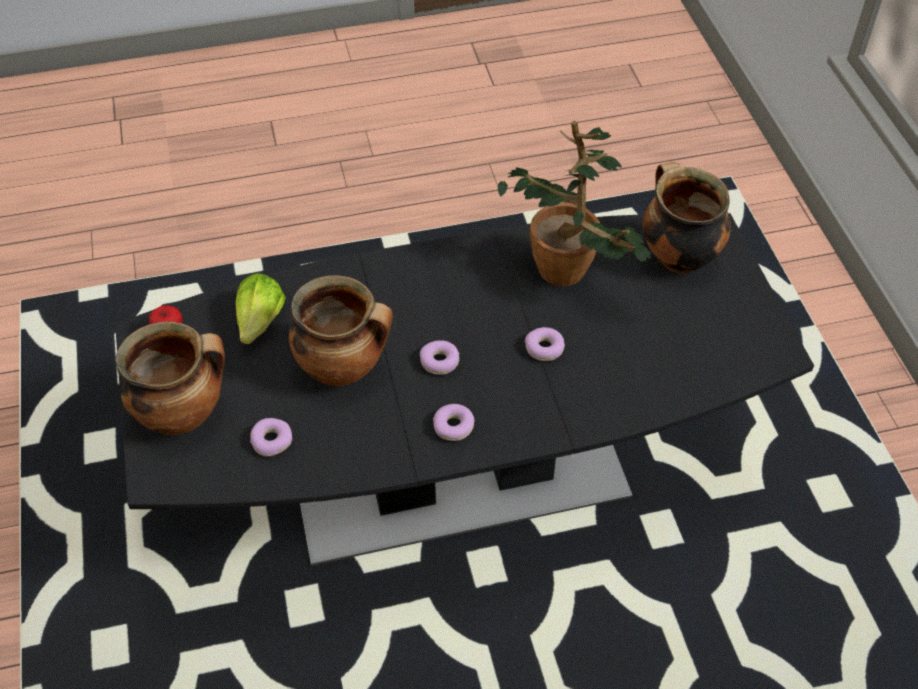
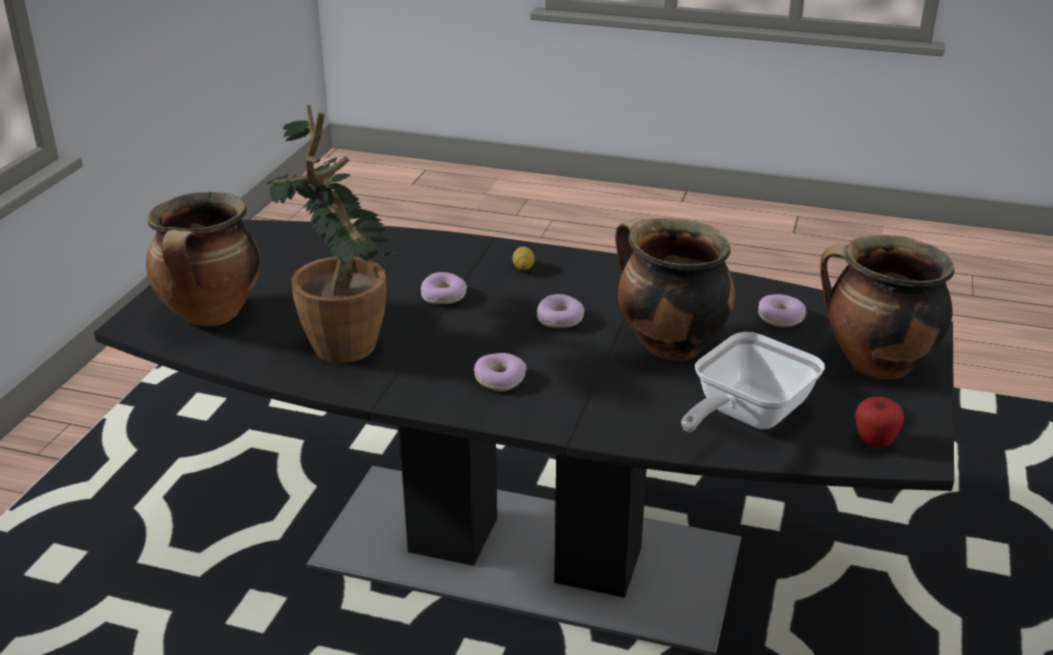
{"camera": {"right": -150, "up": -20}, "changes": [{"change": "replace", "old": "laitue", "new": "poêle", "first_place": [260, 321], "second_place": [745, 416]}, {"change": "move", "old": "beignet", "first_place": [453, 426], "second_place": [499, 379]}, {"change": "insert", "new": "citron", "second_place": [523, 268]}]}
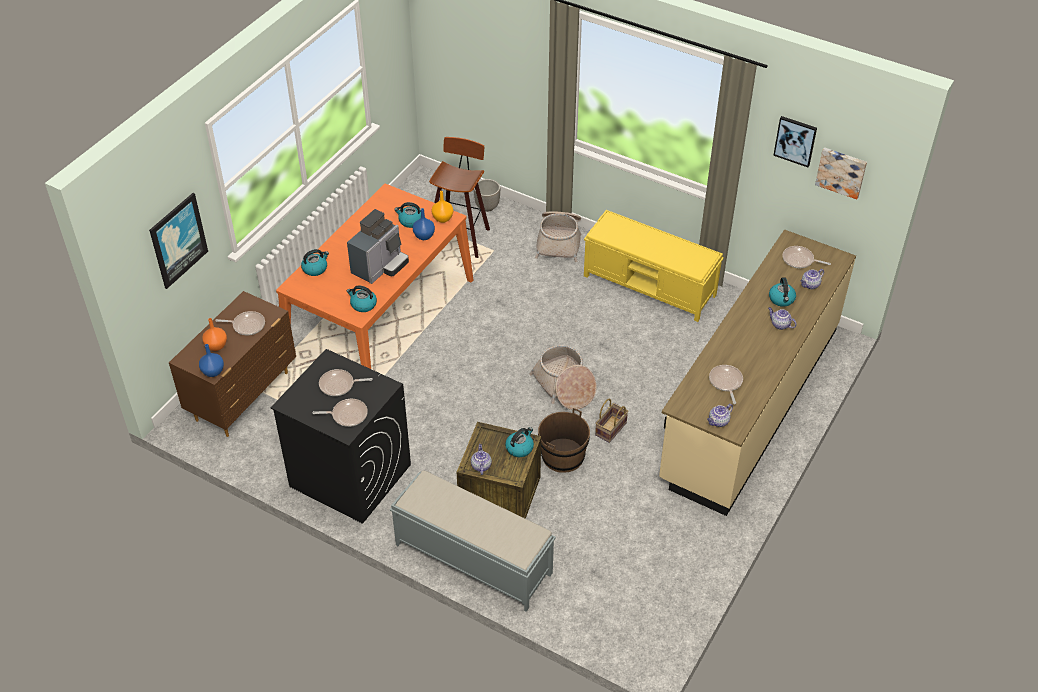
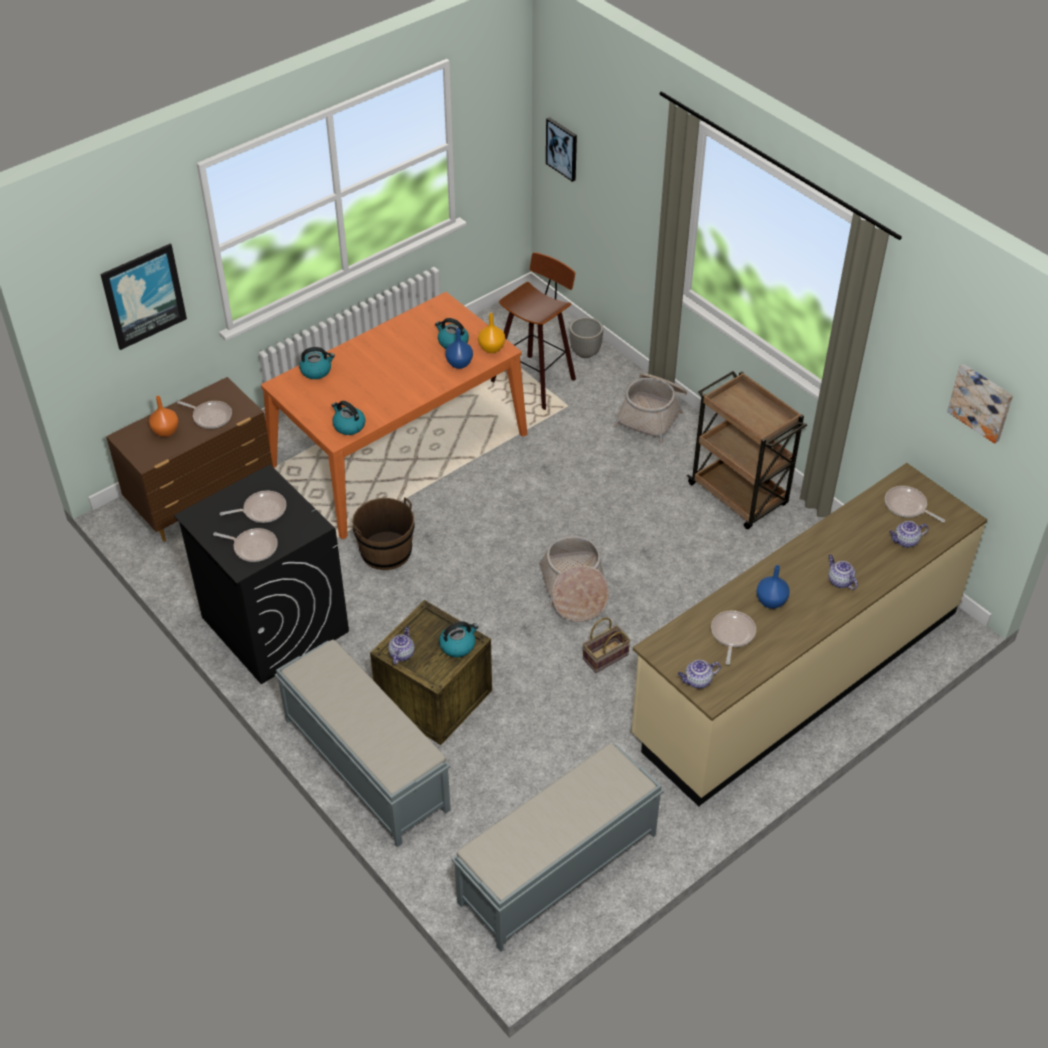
{"camera": {"right": 20, "up": 0}, "changes": [{"change": "move", "old": "tableau", "first_place": [795, 140], "second_place": [562, 148]}, {"change": "delete", "old": "machine à café", "first_place": [380, 266]}, {"change": "replace", "old": "banc/jaune", "new": "chariot/marron", "first_place": [650, 286], "second_place": [739, 496]}, {"change": "delete", "old": "bouilloire", "first_place": [781, 299]}, {"change": "move", "old": "vase/bleu", "first_place": [213, 372], "second_place": [771, 602]}, {"change": "rotate", "old": "poêle", "first_place": [339, 385], "second_place": [262, 510], "degrees": 150}, {"change": "move", "old": "seau/marron", "first_place": [562, 456], "second_place": [386, 551]}, {"change": "insert", "new": "banc/gris", "second_place": [556, 869]}]}
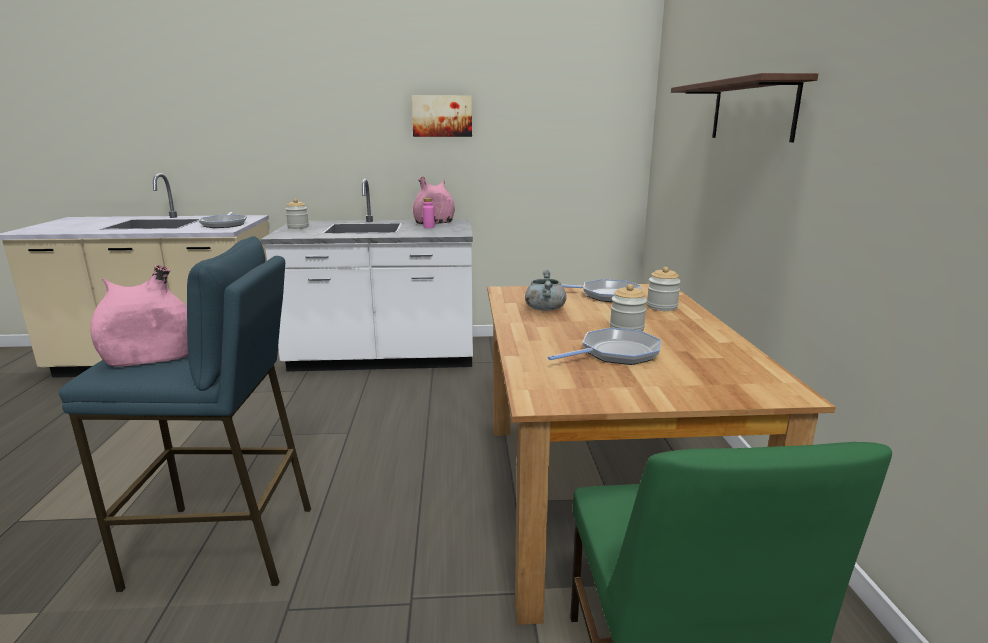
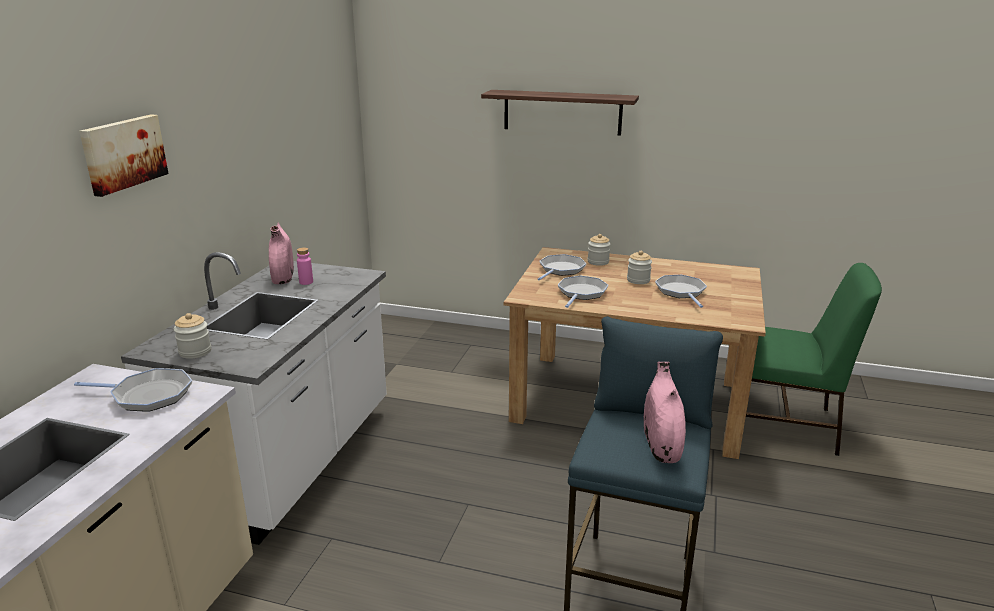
{"camera": {"right": -70, "up": 5}, "changes": [{"change": "move", "old": "tableau", "first_place": [442, 116], "second_place": [123, 153]}, {"change": "replace", "old": "marmite/gris", "new": "poêle", "first_place": [544, 308], "second_place": [581, 293]}]}
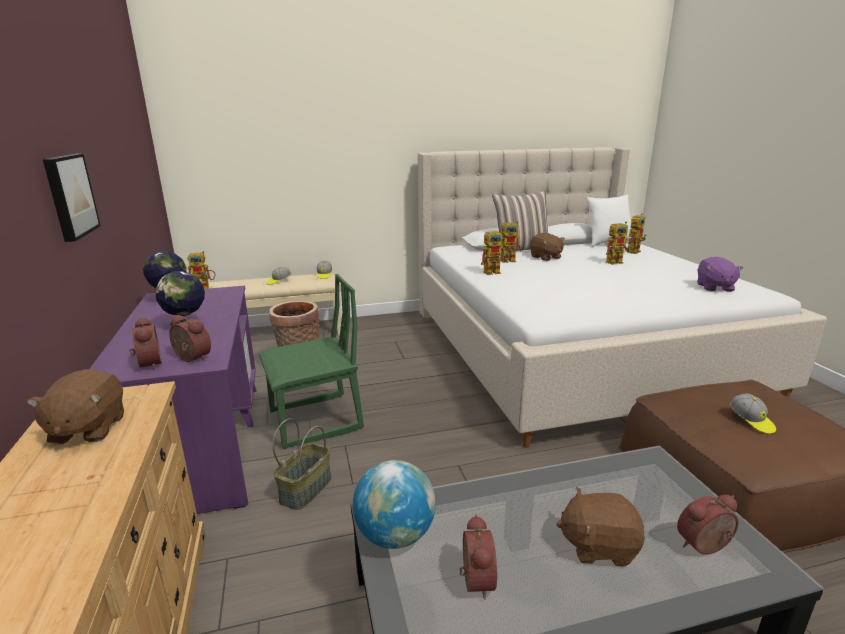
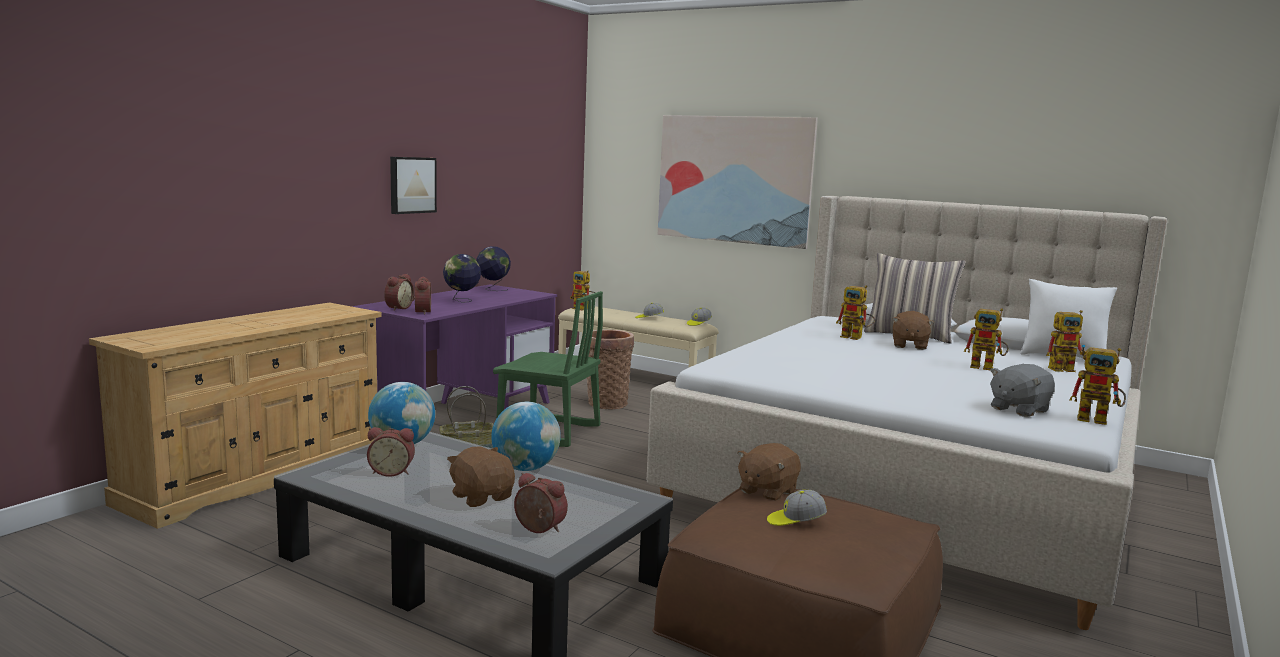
{"camera": {"right": 45, "up": -10}, "changes": [{"change": "move", "old": "robot jouet", "first_place": [494, 272], "second_place": [1099, 420]}, {"change": "recolor", "old": "peluche/violet", "new": "peluche/gris", "first_place": [714, 287], "second_place": [1018, 409]}, {"change": "move", "old": "peluche/marron", "first_place": [87, 429], "second_place": [767, 491]}, {"change": "rotate", "old": "casquette", "first_place": [751, 421], "second_place": [795, 521], "degrees": 60}, {"change": "rotate", "old": "réveil", "first_place": [474, 580], "second_place": [392, 472], "degrees": 45}, {"change": "insert", "new": "tableau", "second_place": [734, 179]}, {"change": "insert", "new": "globe", "second_place": [525, 468]}]}
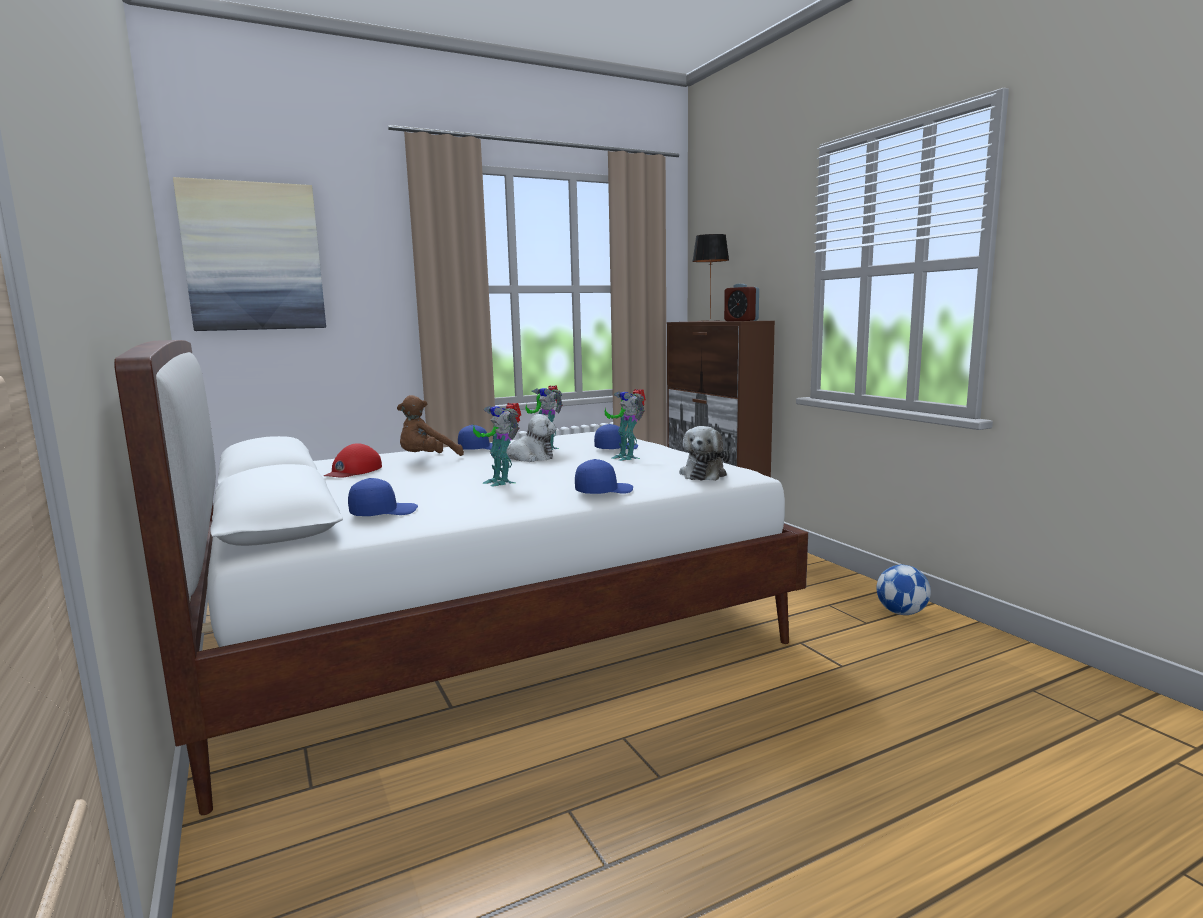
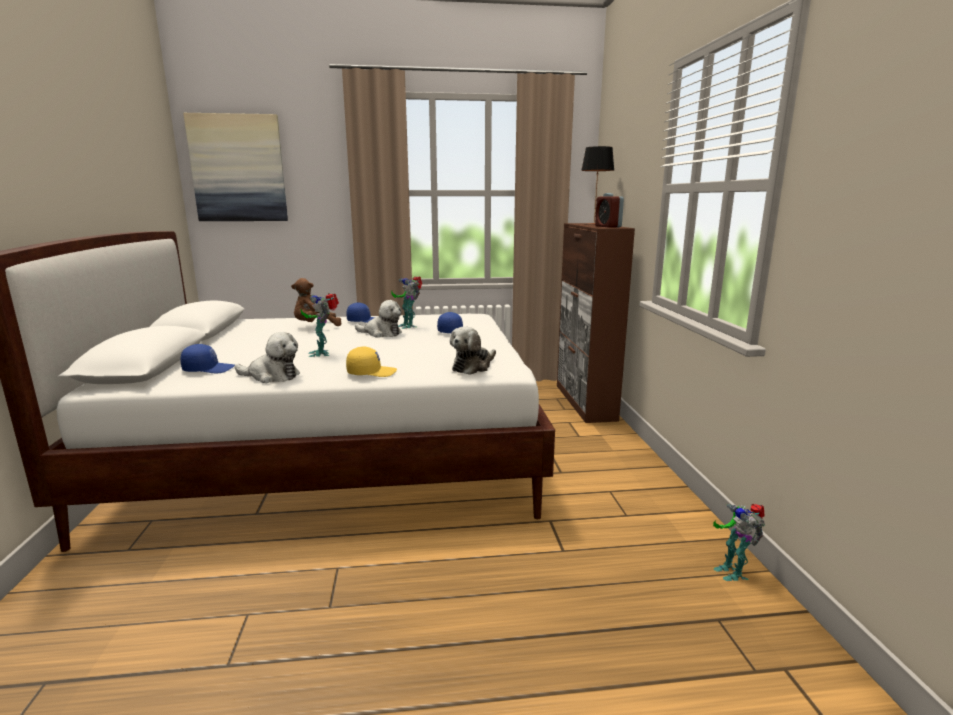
{"camera": {"right": 20, "up": 5}, "changes": [{"change": "move", "old": "robot jouet", "first_place": [627, 457], "second_place": [732, 571]}, {"change": "delete", "old": "casquette/rouge", "first_place": [353, 471]}, {"change": "recolor", "old": "casquette/bleu", "new": "casquette/jaune", "first_place": [603, 491], "second_place": [371, 372]}, {"change": "delete", "old": "ballon de foot", "first_place": [901, 613]}, {"change": "insert", "new": "peluche", "second_place": [272, 376]}]}
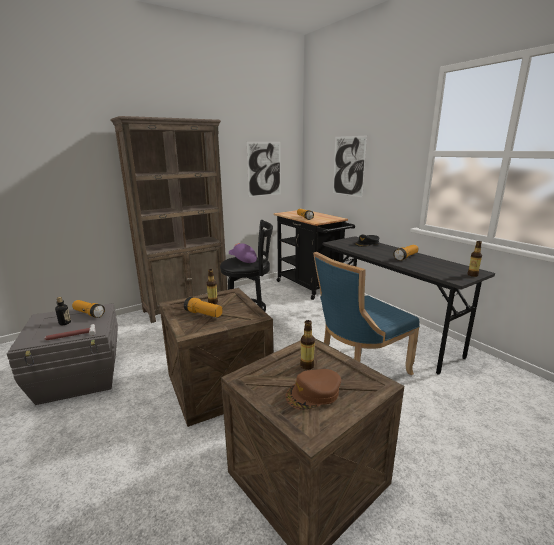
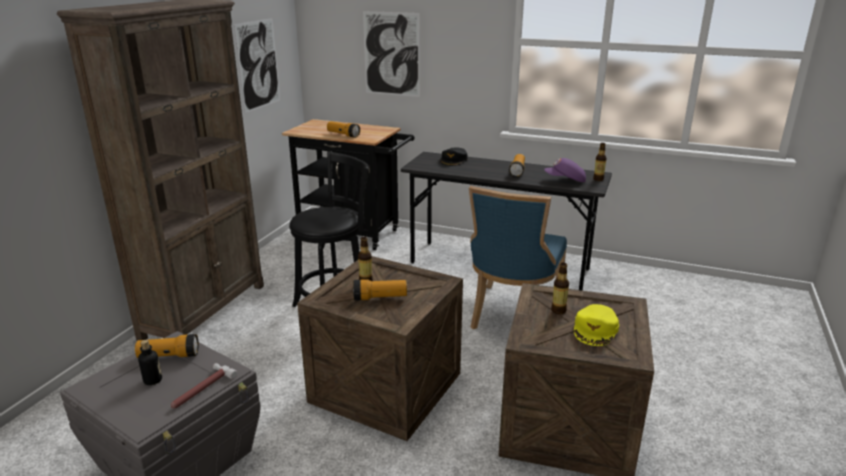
{"camera": {"right": -35, "up": 5}, "changes": [{"change": "move", "old": "casquette/violet", "first_place": [242, 260], "second_place": [565, 180]}, {"change": "recolor", "old": "casquette/marron", "new": "casquette/jaune", "first_place": [313, 393], "second_place": [595, 330]}]}
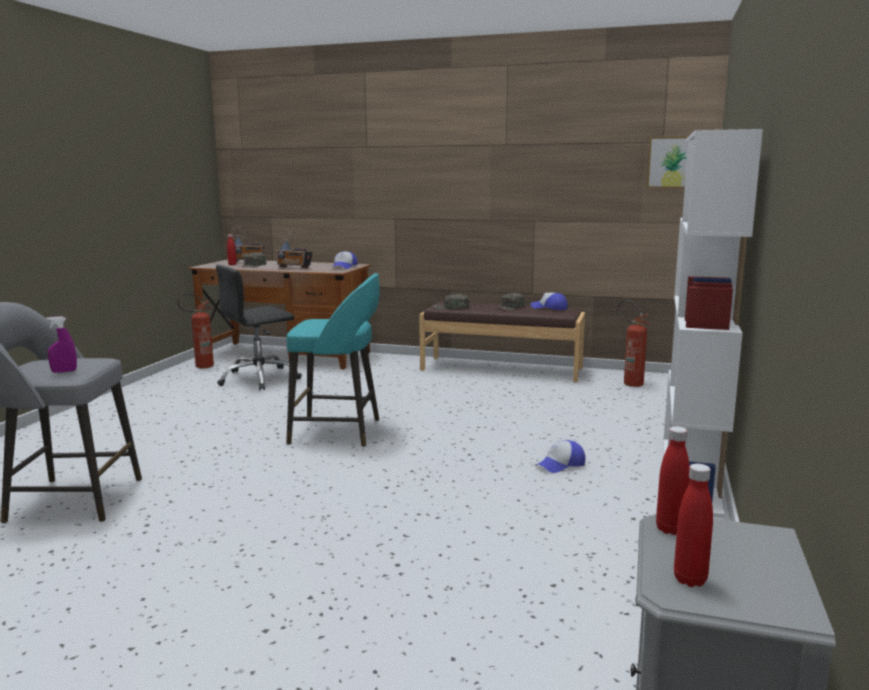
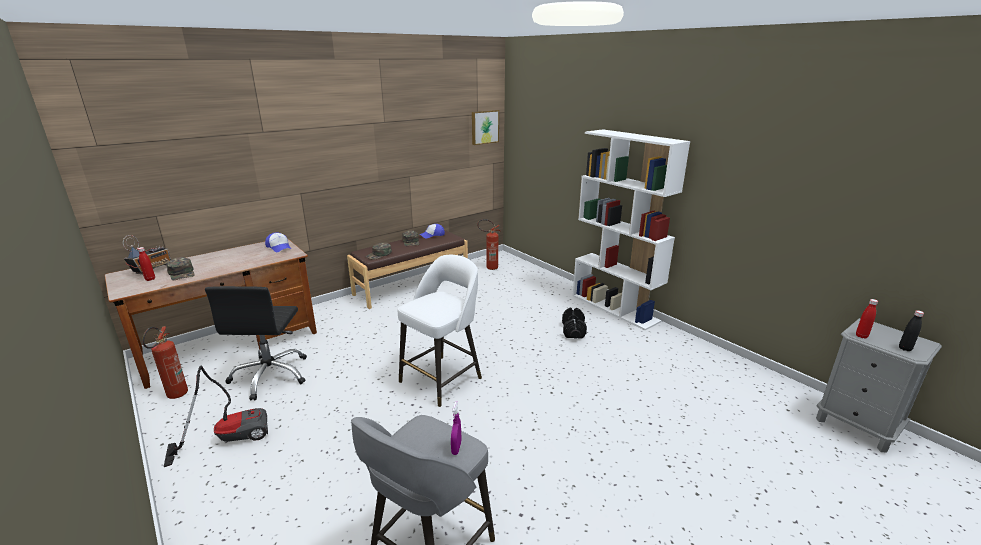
{"camera": {"right": -55, "up": 10}, "changes": [{"change": "delete", "old": "radio", "first_place": [294, 268]}, {"change": "recolor", "old": "tabouret/turquoise", "new": "tabouret/blanc", "first_place": [338, 431], "second_place": [442, 379]}, {"change": "replace", "old": "casquette", "new": "haltère/noir", "first_place": [561, 464], "second_place": [573, 331]}, {"change": "recolor", "old": "bouteille/rouge", "new": "bouteille/noir", "first_place": [690, 580], "second_place": [905, 348]}, {"change": "insert", "new": "aspirateur", "second_place": [229, 436]}]}
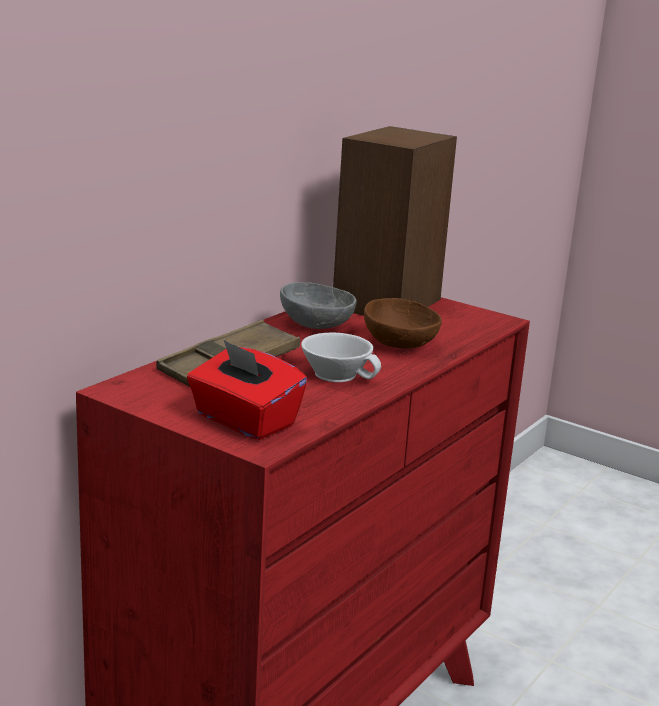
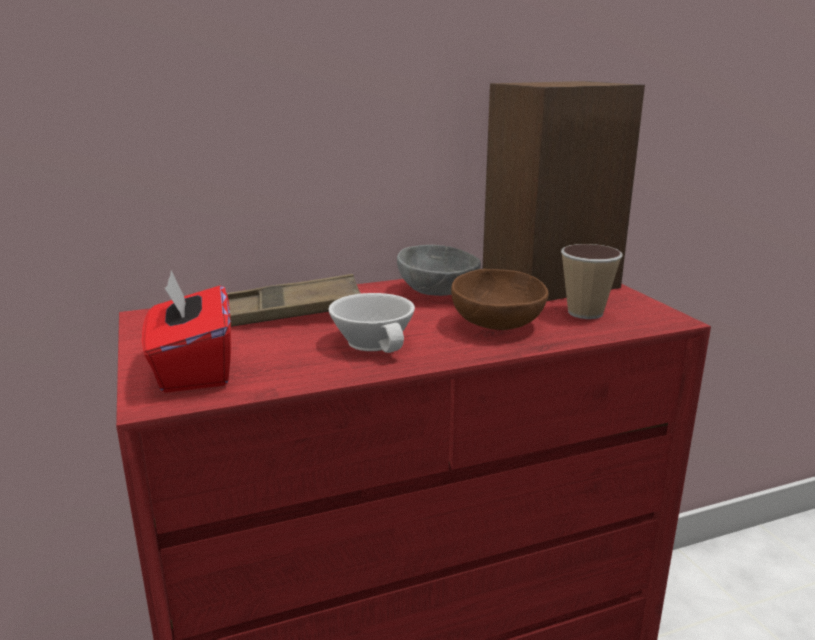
{"camera": {"right": 35, "up": 0}, "changes": [{"change": "insert", "new": "tasse", "second_place": [585, 313]}]}
